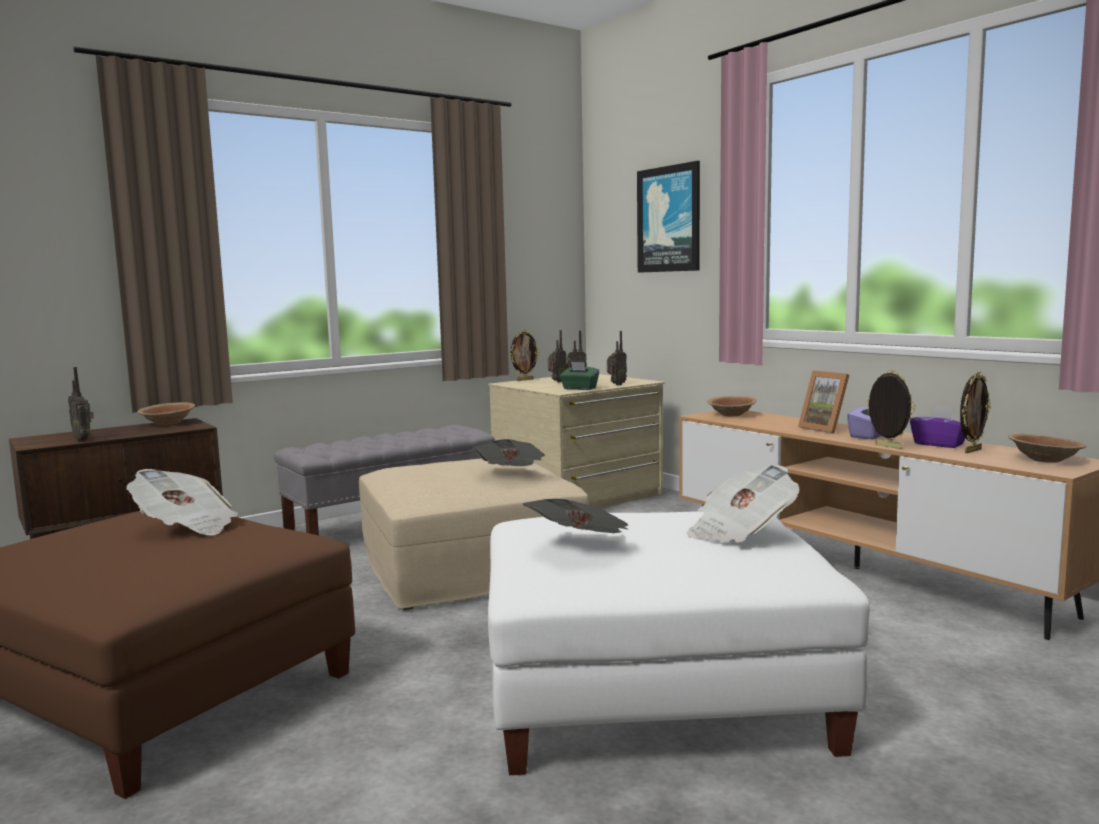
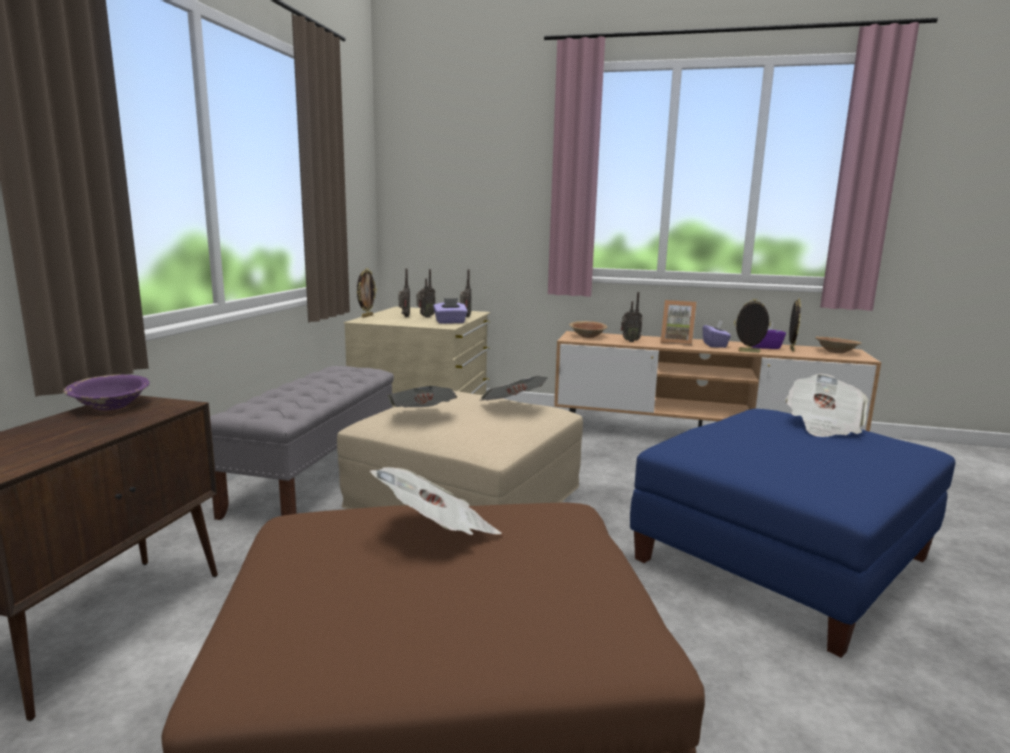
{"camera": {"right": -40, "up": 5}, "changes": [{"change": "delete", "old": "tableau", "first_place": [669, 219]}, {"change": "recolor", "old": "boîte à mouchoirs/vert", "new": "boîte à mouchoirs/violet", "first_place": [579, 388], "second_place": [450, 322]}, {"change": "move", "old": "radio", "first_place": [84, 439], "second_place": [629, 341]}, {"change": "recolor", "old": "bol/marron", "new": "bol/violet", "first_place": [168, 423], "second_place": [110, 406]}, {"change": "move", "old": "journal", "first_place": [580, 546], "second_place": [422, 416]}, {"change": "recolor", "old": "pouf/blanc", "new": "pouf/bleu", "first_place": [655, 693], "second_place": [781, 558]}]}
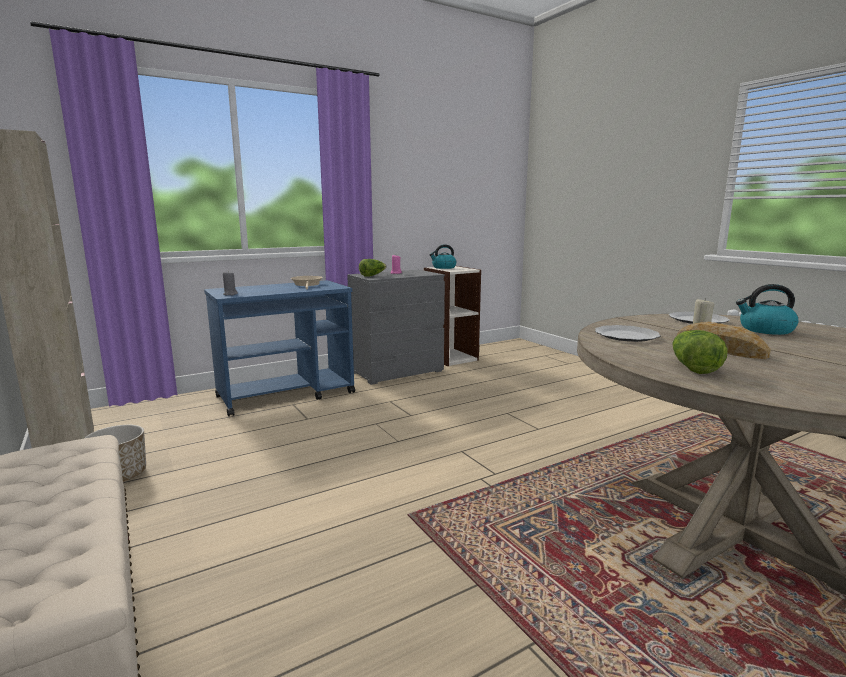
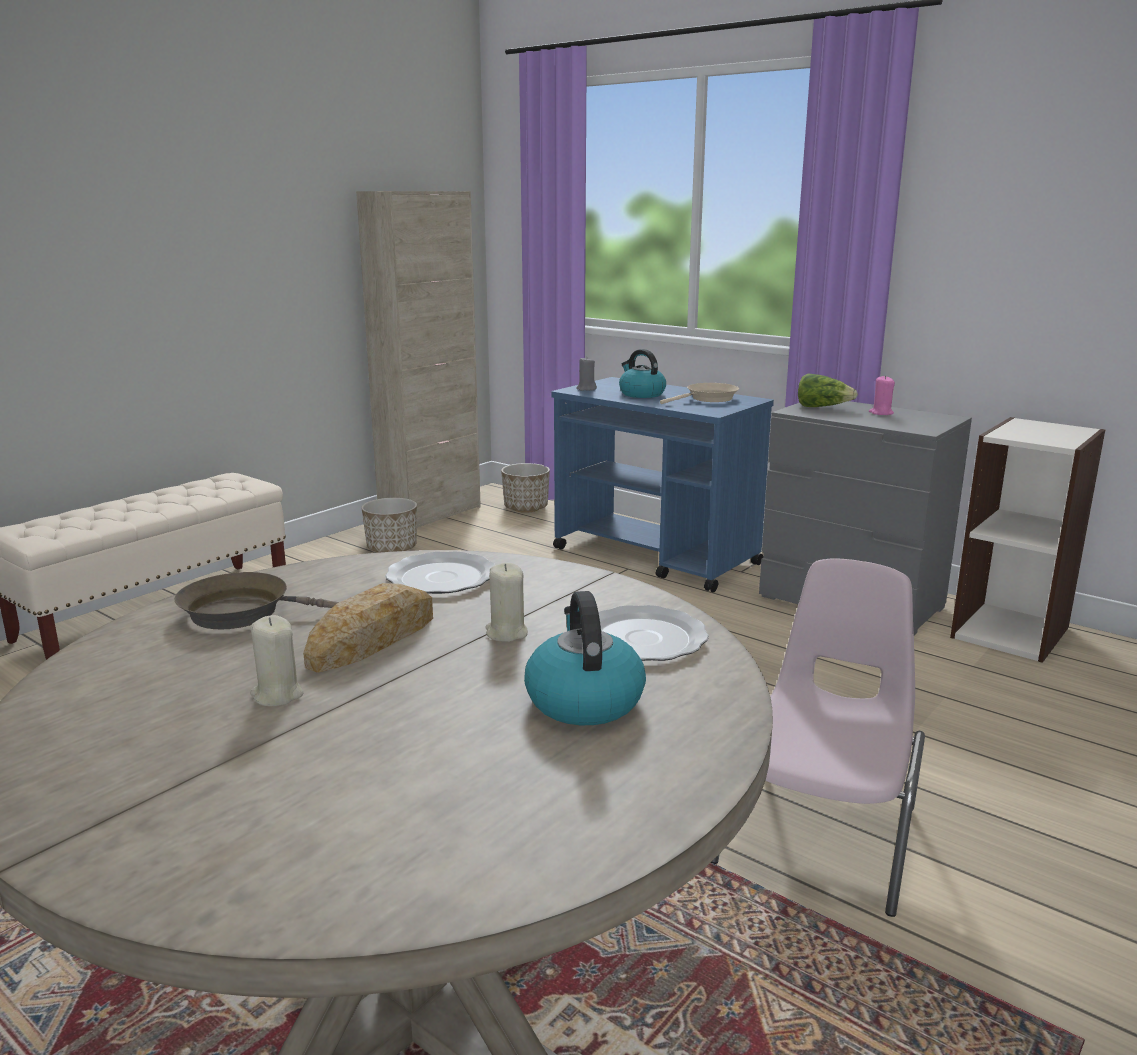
{"camera": {"right": 70, "up": 5}, "changes": [{"change": "move", "old": "bouilloire", "first_place": [443, 267], "second_place": [641, 394]}, {"change": "replace", "old": "laitue", "new": "poêle/marron", "first_place": [692, 367], "second_place": [245, 613]}, {"change": "insert", "new": "cache-pot", "second_place": [526, 508]}, {"change": "insert", "new": "chaise/rose", "second_place": [820, 833]}, {"change": "insert", "new": "bougie/beige", "second_place": [277, 695]}]}
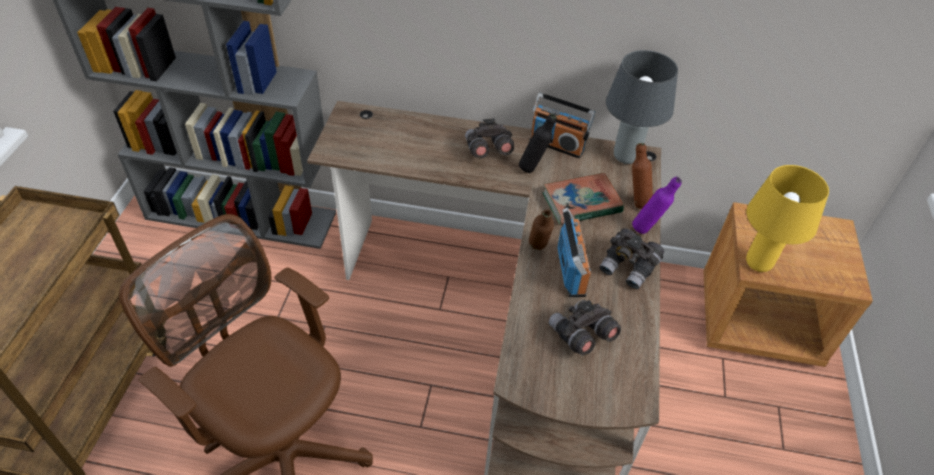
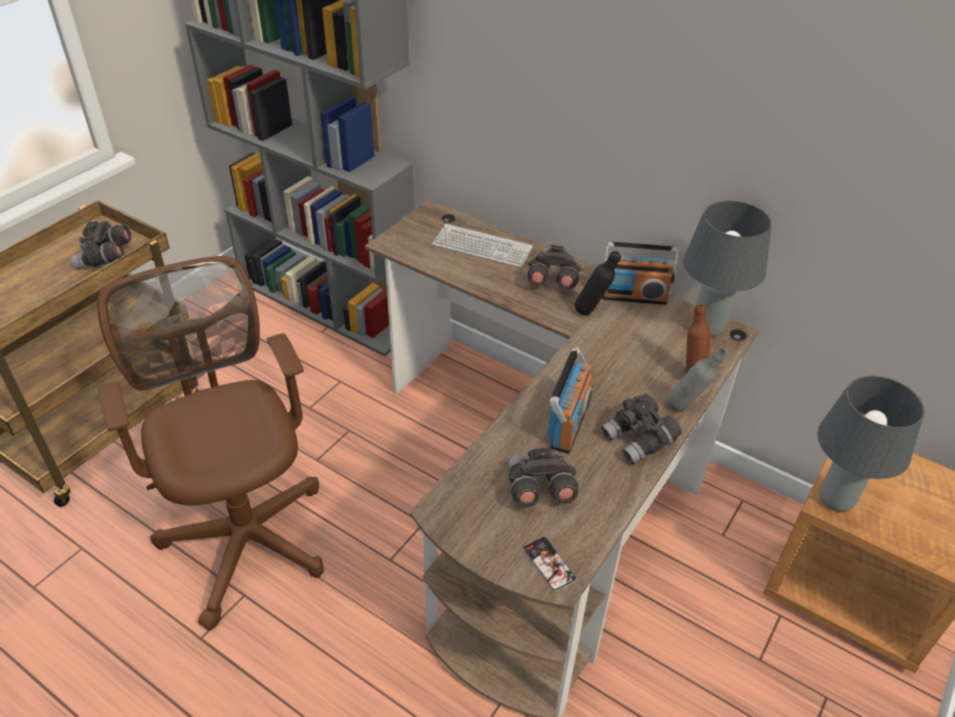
{"camera": {"right": 25, "up": -5}, "changes": [{"change": "rotate", "old": "radio", "first_place": [557, 145], "second_place": [634, 296], "degrees": -45}, {"change": "recolor", "old": "lampe de table/jaune", "new": "lampe de table/gris", "first_place": [759, 263], "second_place": [837, 500]}, {"change": "delete", "old": "livre", "first_place": [581, 203]}, {"change": "recolor", "old": "bouteille/violet", "new": "bouteille/gris", "first_place": [648, 229], "second_place": [687, 408]}, {"change": "delete", "old": "bouteille/marron", "first_place": [538, 251]}, {"change": "insert", "new": "jumelles/gris", "second_place": [106, 259]}, {"change": "insert", "new": "clavier", "second_place": [482, 247]}, {"change": "insert", "new": "téléphone", "second_place": [548, 564]}]}
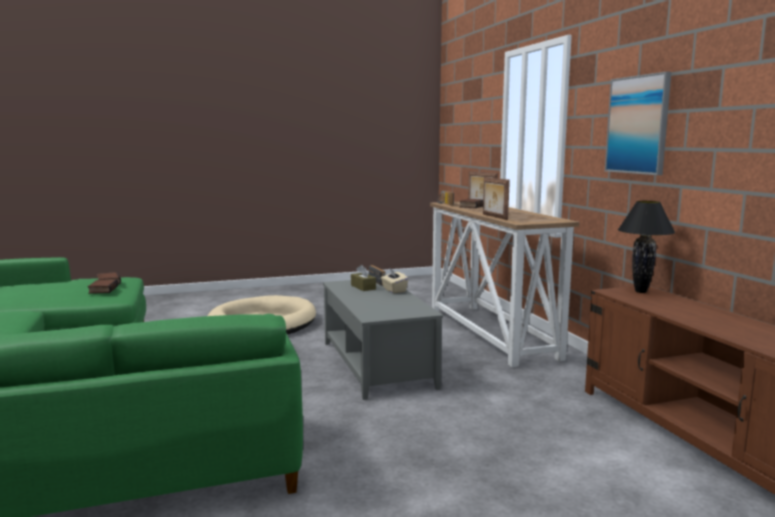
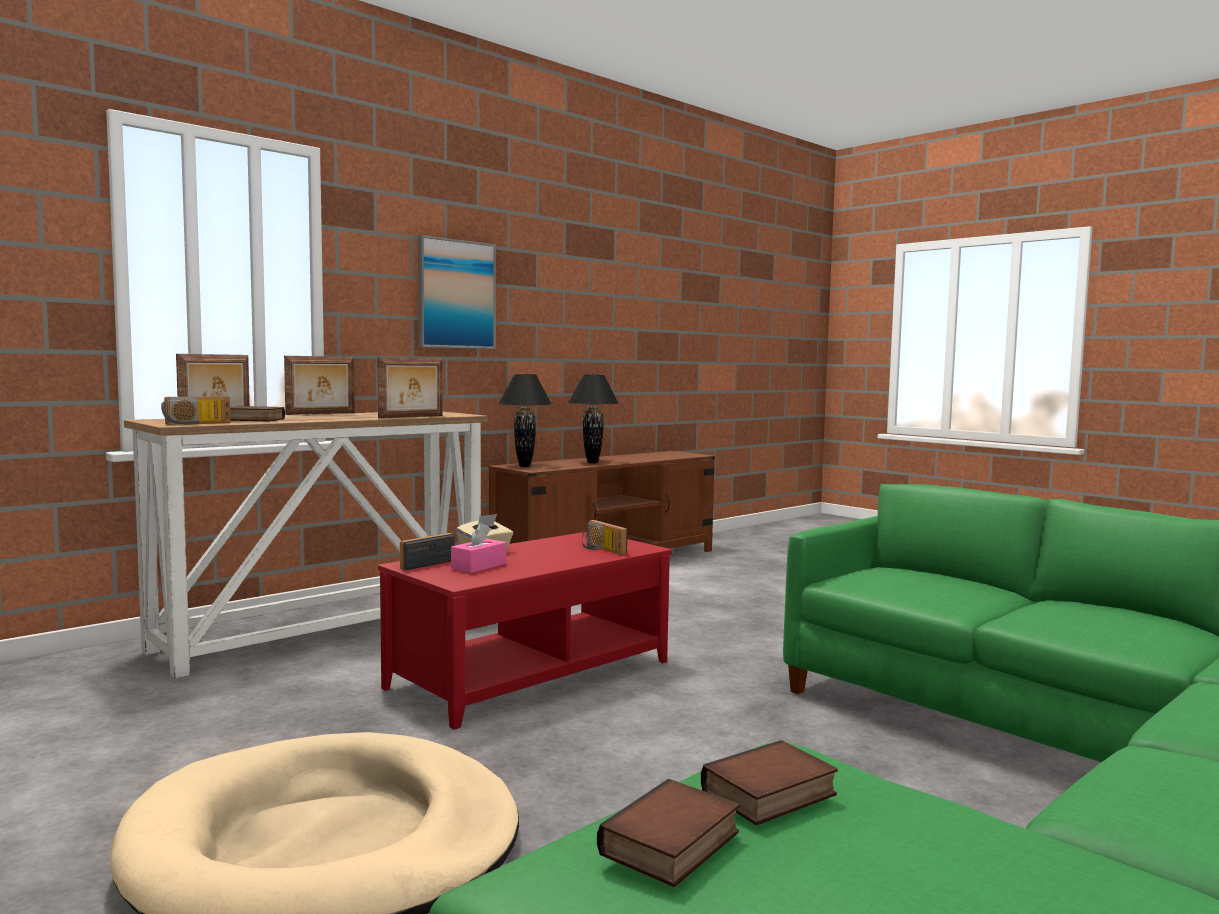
{"camera": {"right": -115, "up": -5}, "changes": [{"change": "recolor", "old": "boîte à mouchoirs/marron", "new": "boîte à mouchoirs/rose", "first_place": [363, 287], "second_place": [479, 566]}, {"change": "recolor", "old": "table basse/gris", "new": "table basse/rouge", "first_place": [375, 364], "second_place": [533, 675]}, {"change": "insert", "new": "cadre photo", "second_place": [321, 414]}, {"change": "insert", "new": "lampe de table/noir", "second_place": [592, 462]}, {"change": "insert", "new": "radio", "second_place": [601, 549]}]}
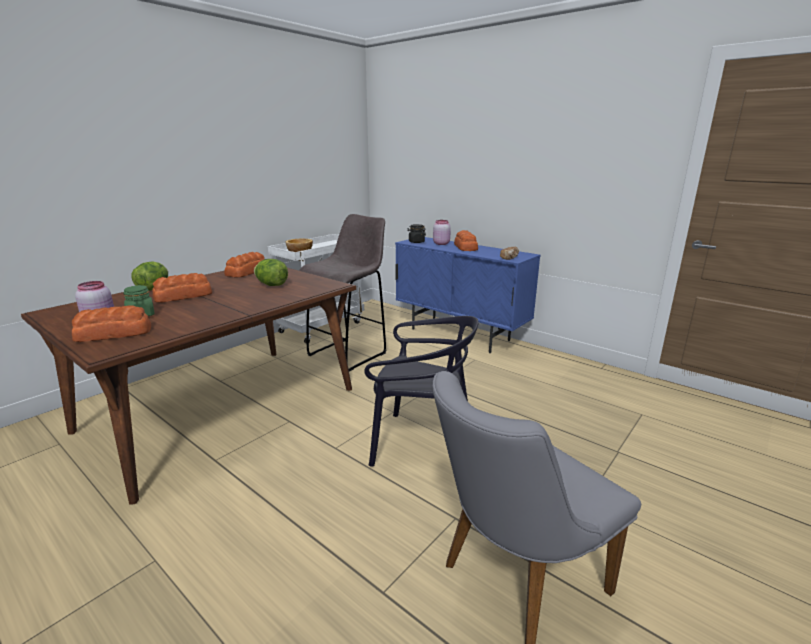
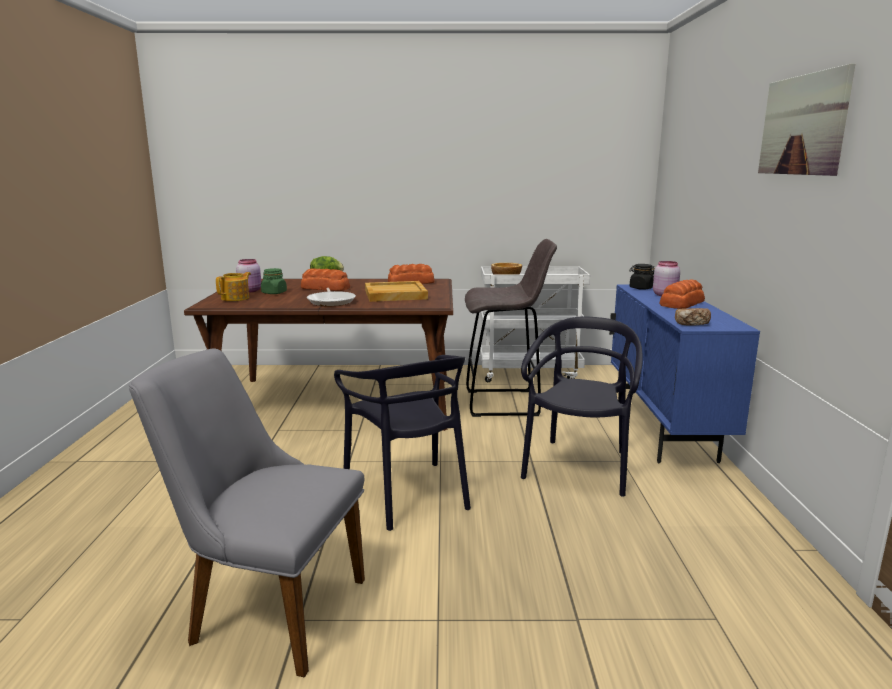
{"camera": {"right": 50, "up": -5}, "changes": [{"change": "replace", "old": "laitue", "new": "plateau/beige", "first_place": [272, 285], "second_place": [395, 294]}, {"change": "replace", "old": "pain", "new": "théière", "first_place": [114, 333], "second_place": [236, 298]}, {"change": "insert", "new": "tableau", "second_place": [802, 125]}, {"change": "insert", "new": "poêle", "second_place": [331, 301]}, {"change": "insert", "new": "chaise/noir", "second_place": [579, 467]}]}
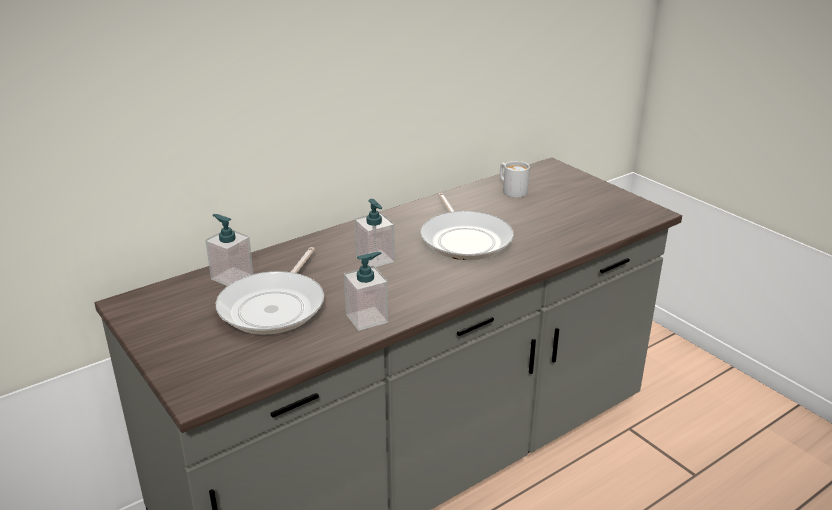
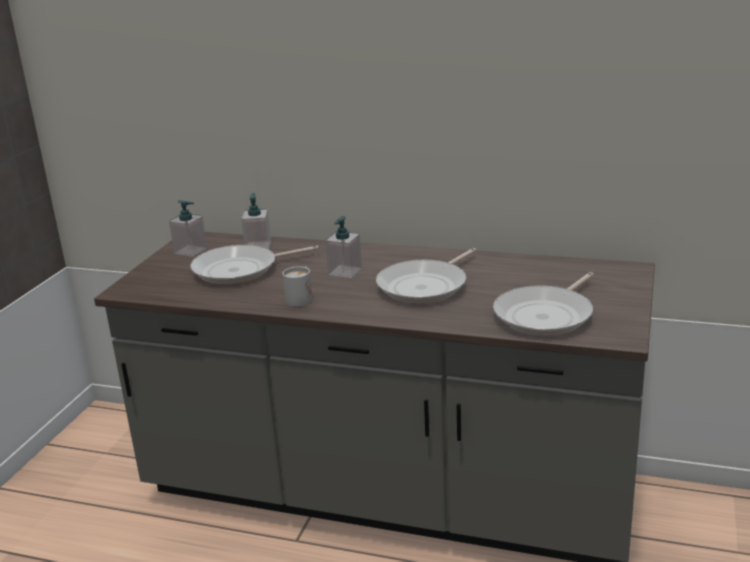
{"camera": {"right": 55, "up": -5}, "changes": [{"change": "move", "old": "mug/blanc", "first_place": [511, 190], "second_place": [301, 298]}, {"change": "move", "old": "distributeur de savon", "first_place": [367, 318], "second_place": [191, 251]}, {"change": "insert", "new": "poêle", "second_place": [546, 315]}]}
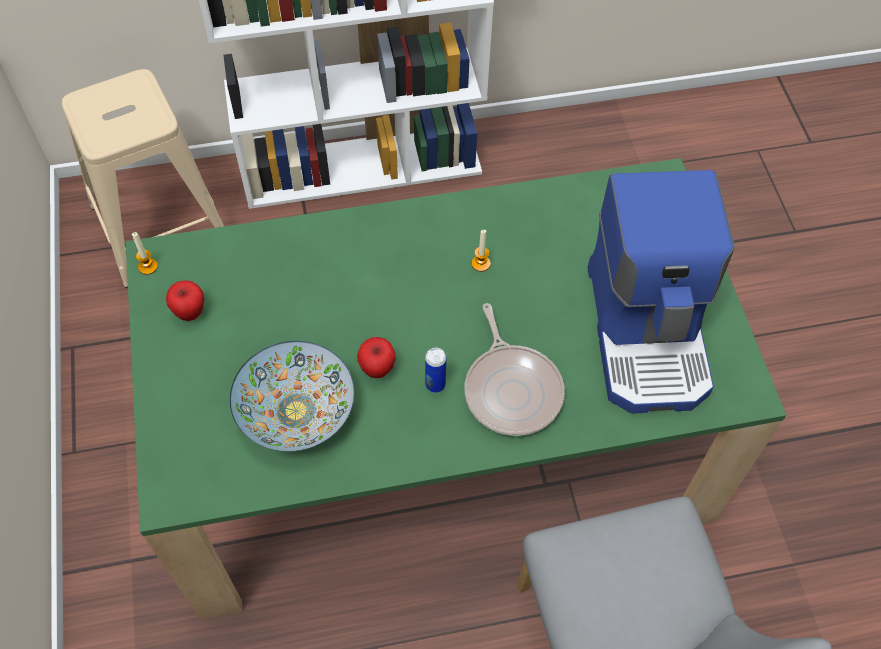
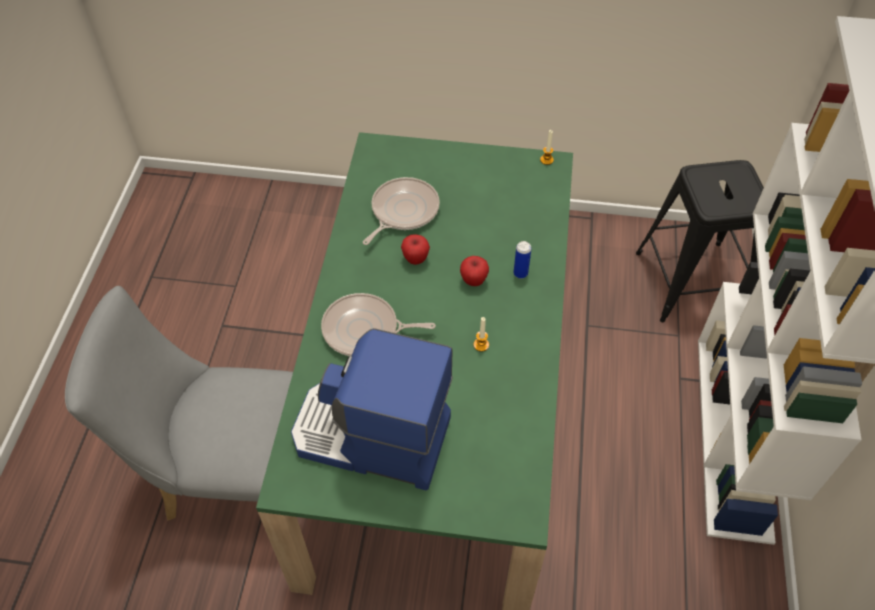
{"camera": {"right": 110, "up": -5}, "changes": [{"change": "recolor", "old": "tabouret/beige", "new": "tabouret/noir", "first_place": [160, 226], "second_place": [690, 281]}, {"change": "move", "old": "pomme", "first_place": [190, 312], "second_place": [473, 281]}, {"change": "replace", "old": "bol", "new": "poêle", "first_place": [296, 412], "second_place": [402, 211]}, {"change": "move", "old": "boîte métallique", "first_place": [435, 384], "second_place": [520, 273]}]}
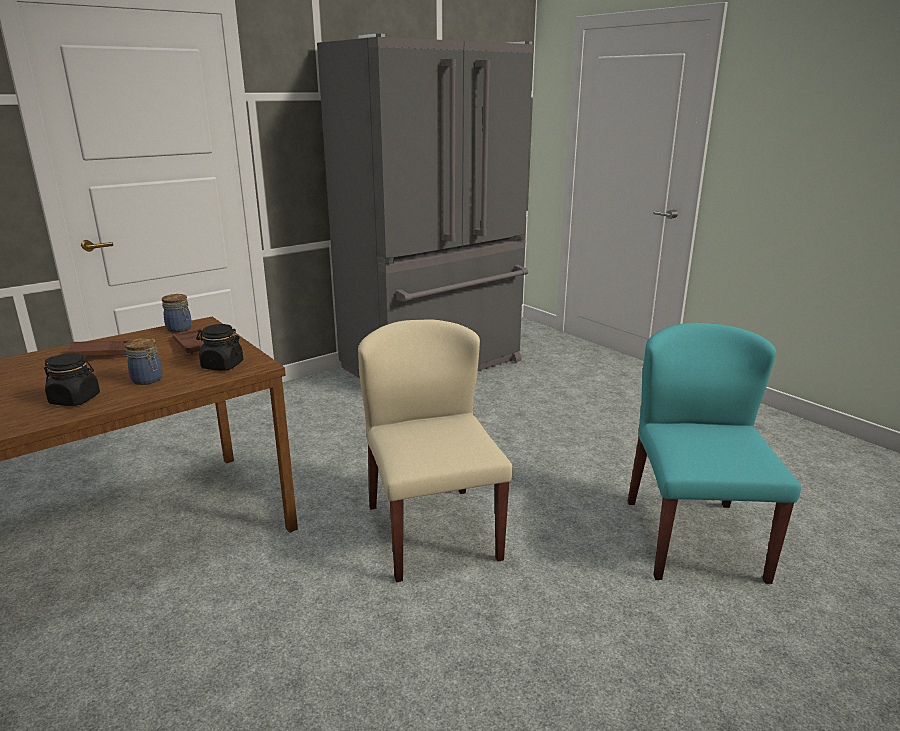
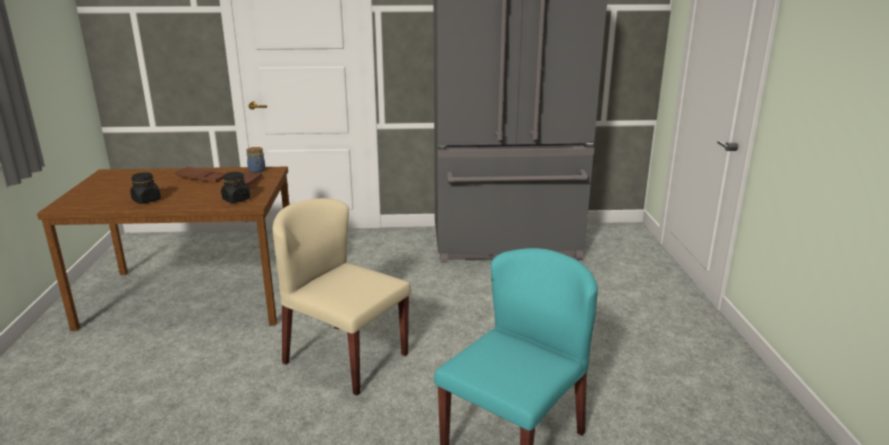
{"camera": {"right": 35, "up": 0}, "changes": [{"change": "rotate", "old": "chaise/beige", "first_place": [432, 531], "second_place": [345, 358], "degrees": -75}, {"change": "delete", "old": "bocal", "first_place": [148, 380]}]}
